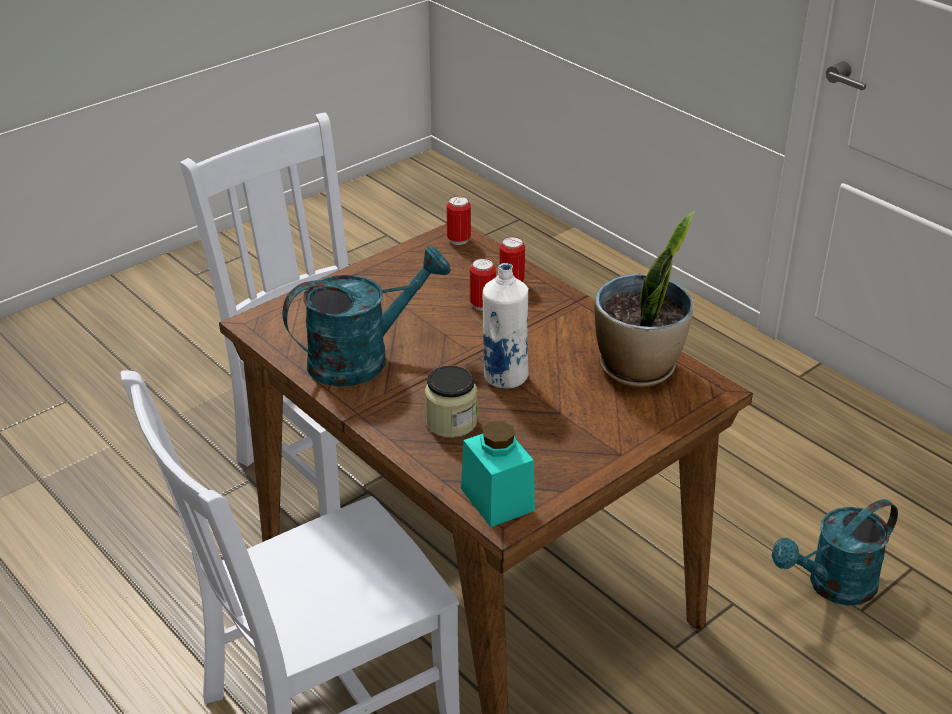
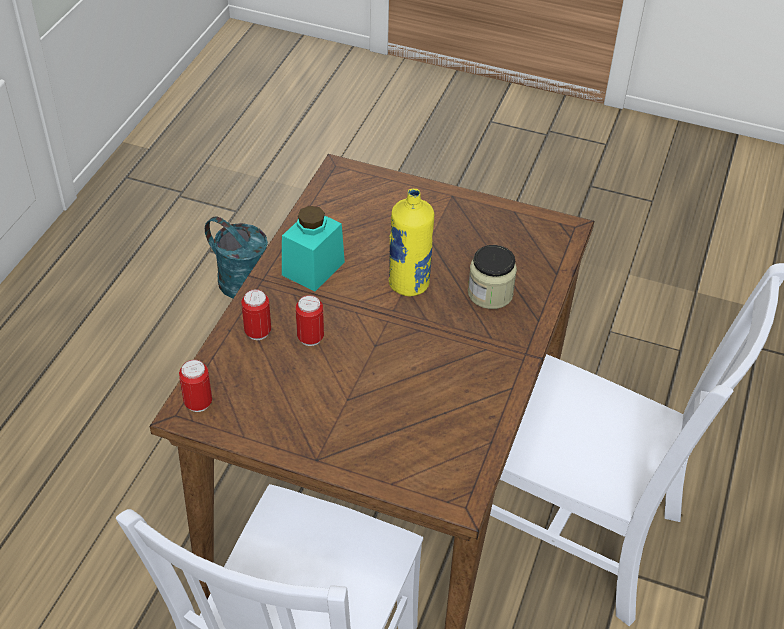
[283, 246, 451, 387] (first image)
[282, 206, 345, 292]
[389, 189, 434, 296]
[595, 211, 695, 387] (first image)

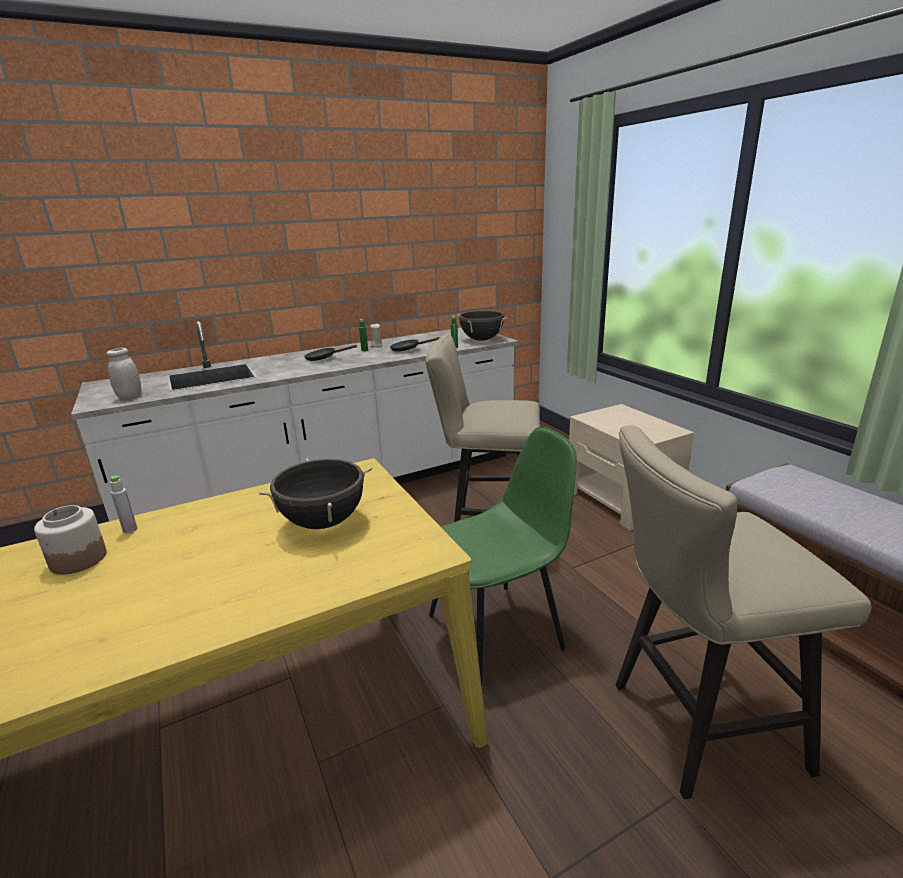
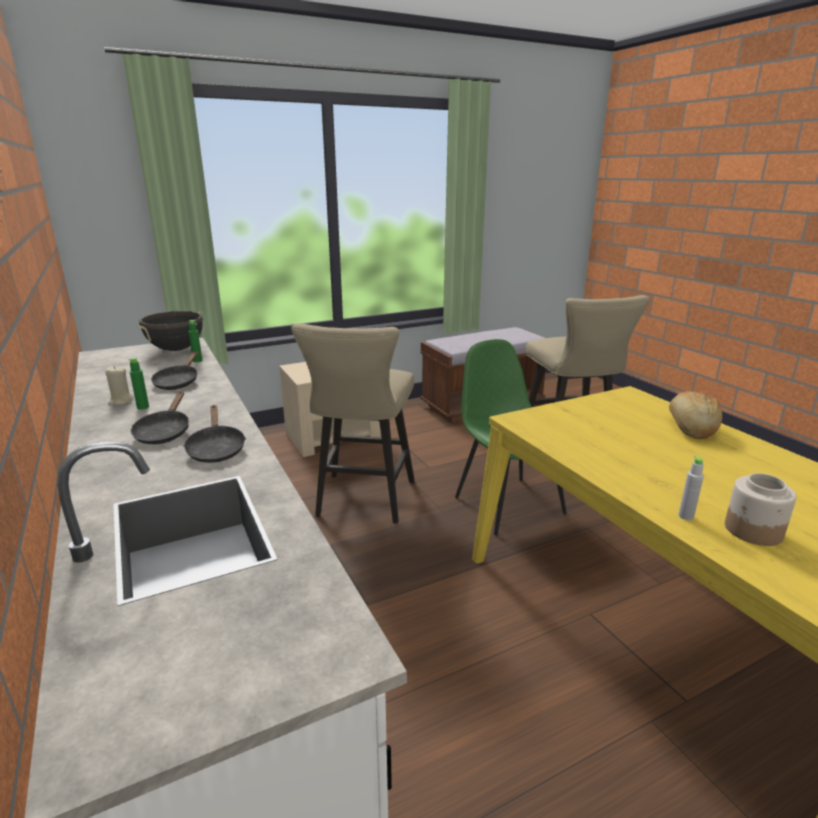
[106, 348, 141, 400] (first image)
[258, 458, 373, 529] (first image)
[183, 405, 246, 463]
[669, 391, 722, 439]

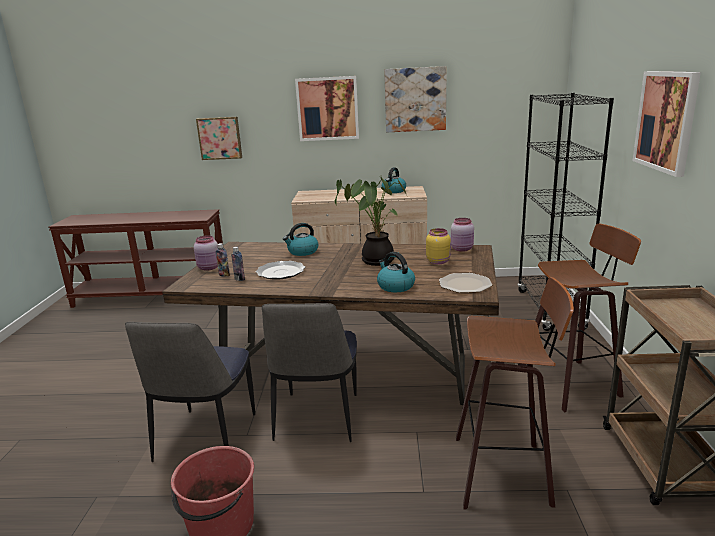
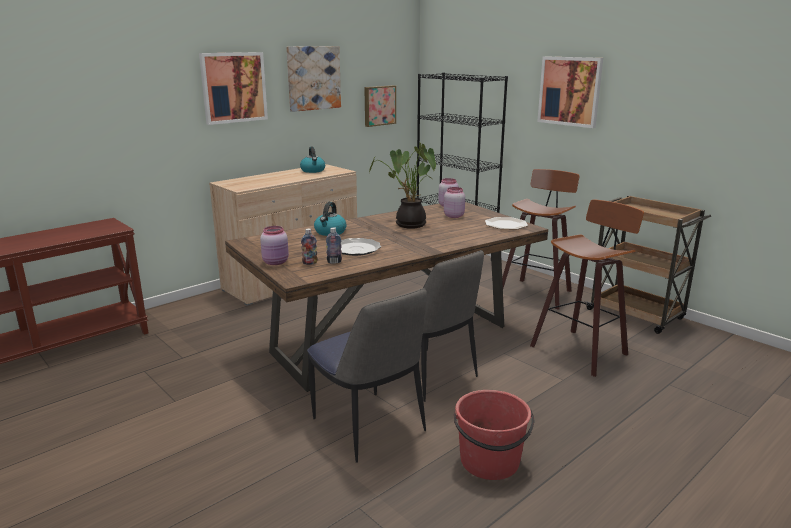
[364, 85, 396, 127]
[377, 252, 415, 292] (first image)
[444, 187, 465, 218]

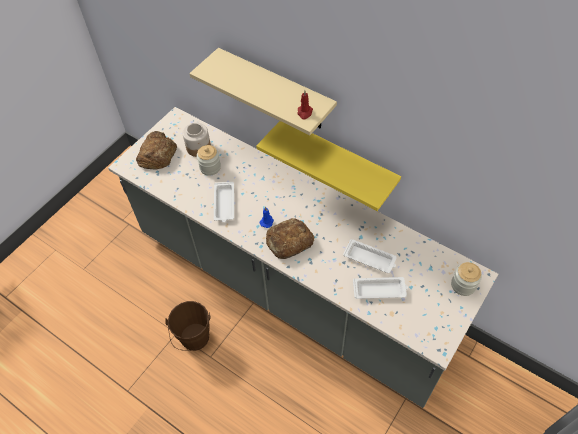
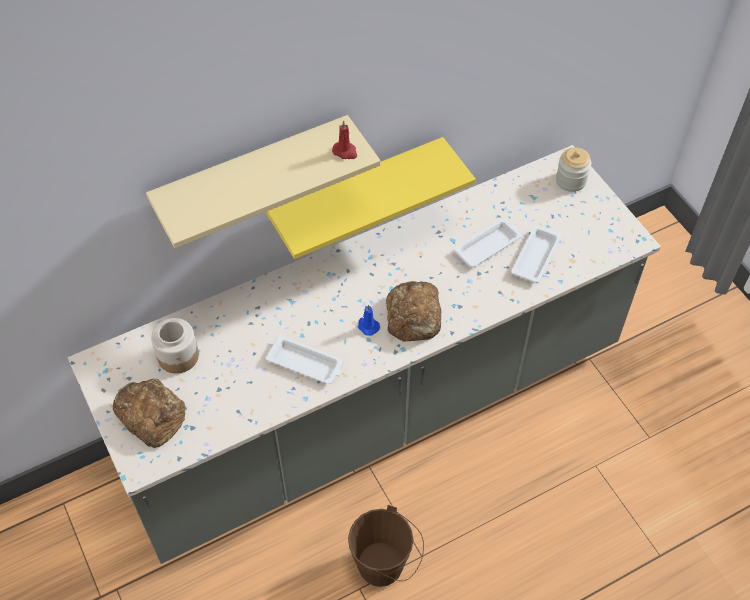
[197, 145, 221, 176] (first image)

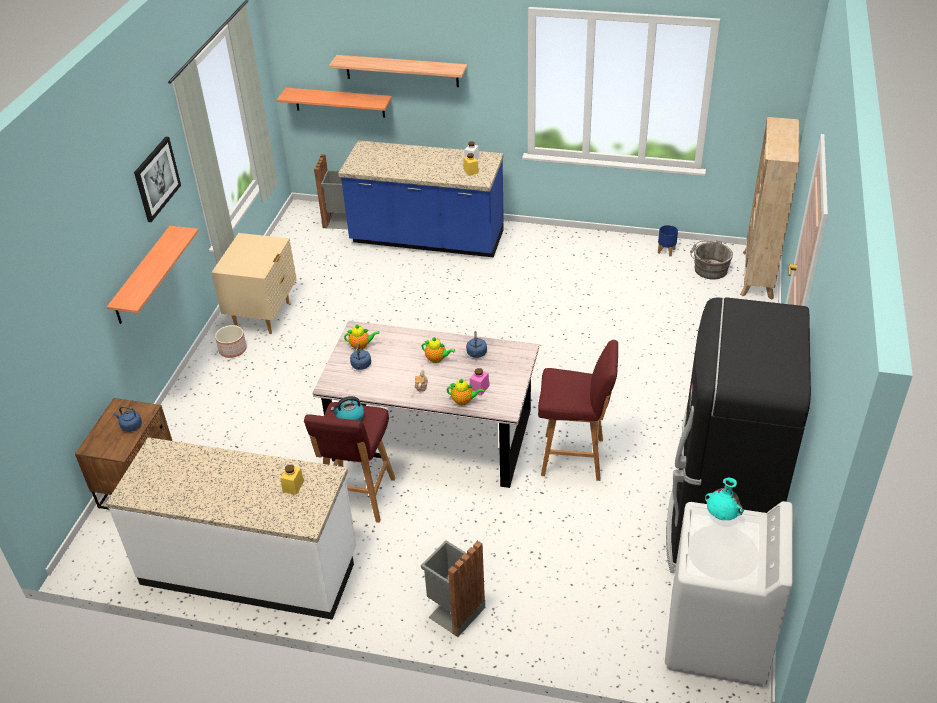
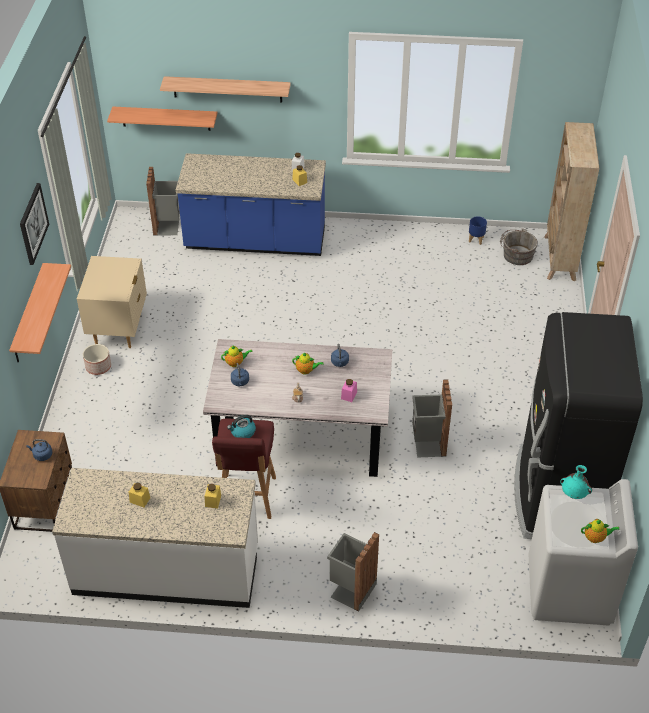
[581, 519, 620, 543]
[412, 379, 452, 457]
[129, 483, 150, 507]

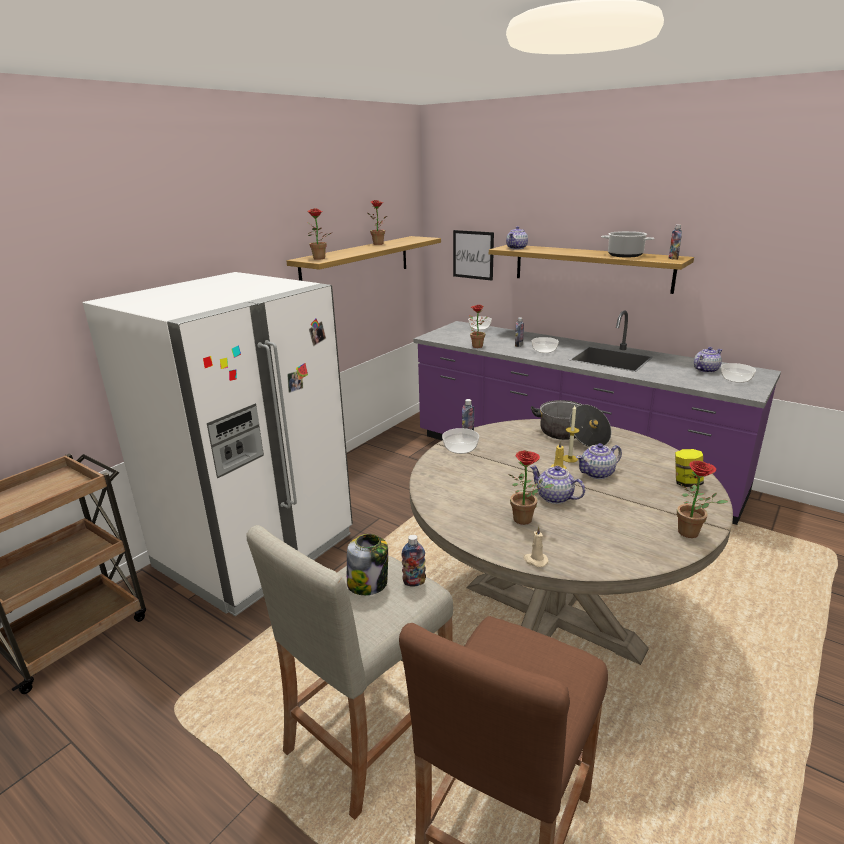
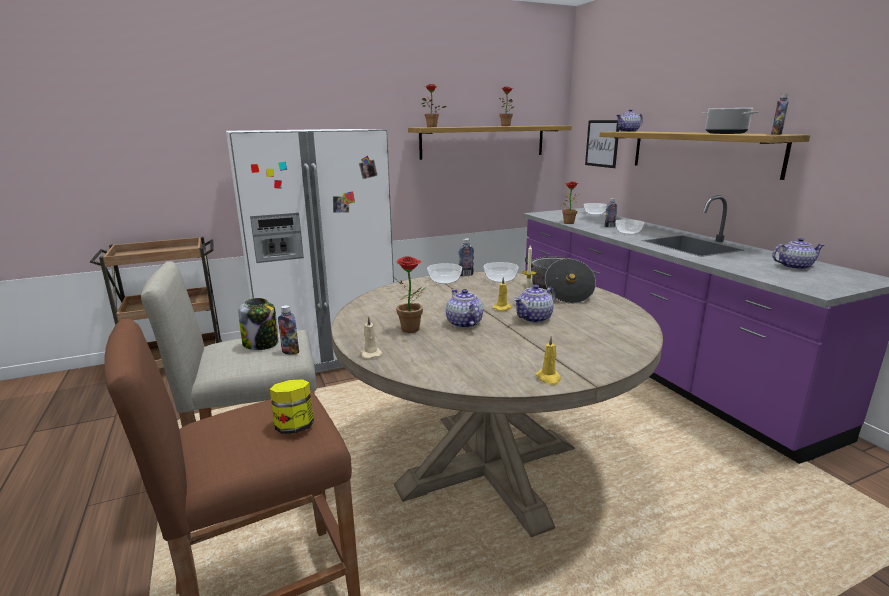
[514, 285, 556, 323]
[270, 379, 314, 434]
[536, 336, 561, 385]
[484, 262, 519, 283]

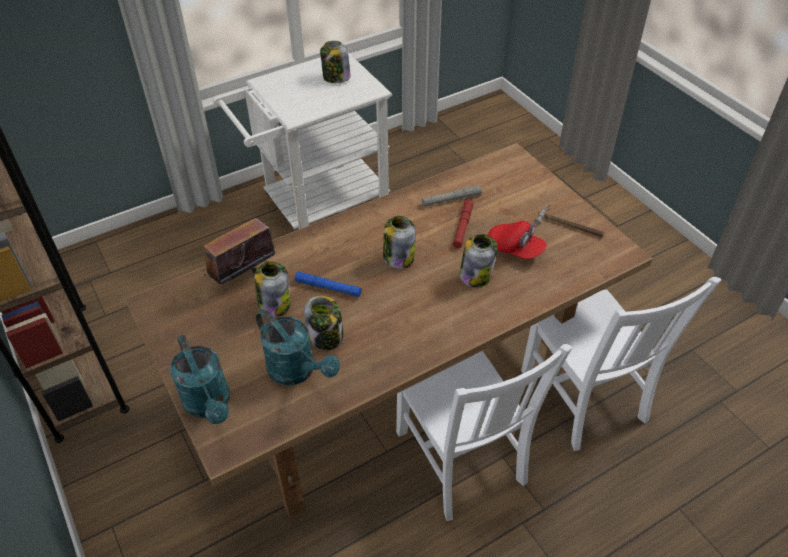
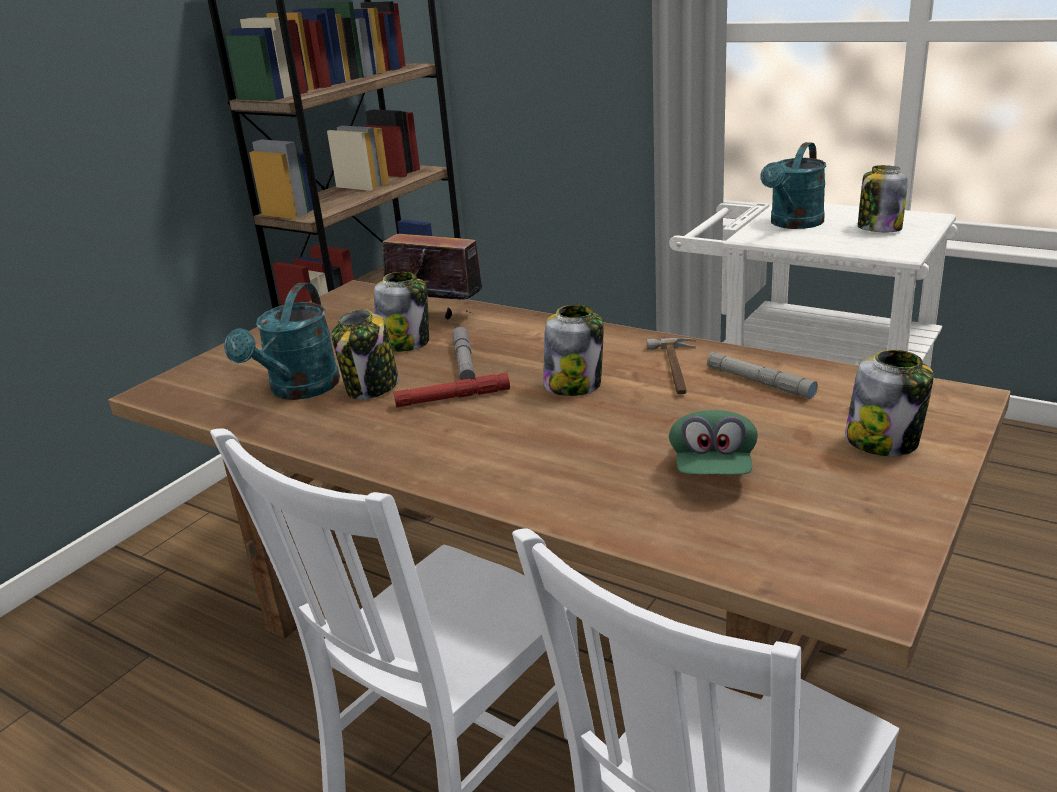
[761, 142, 826, 229]
[452, 327, 475, 380]
[394, 372, 510, 408]
[845, 350, 934, 456]
[669, 410, 758, 475]
[647, 338, 696, 394]

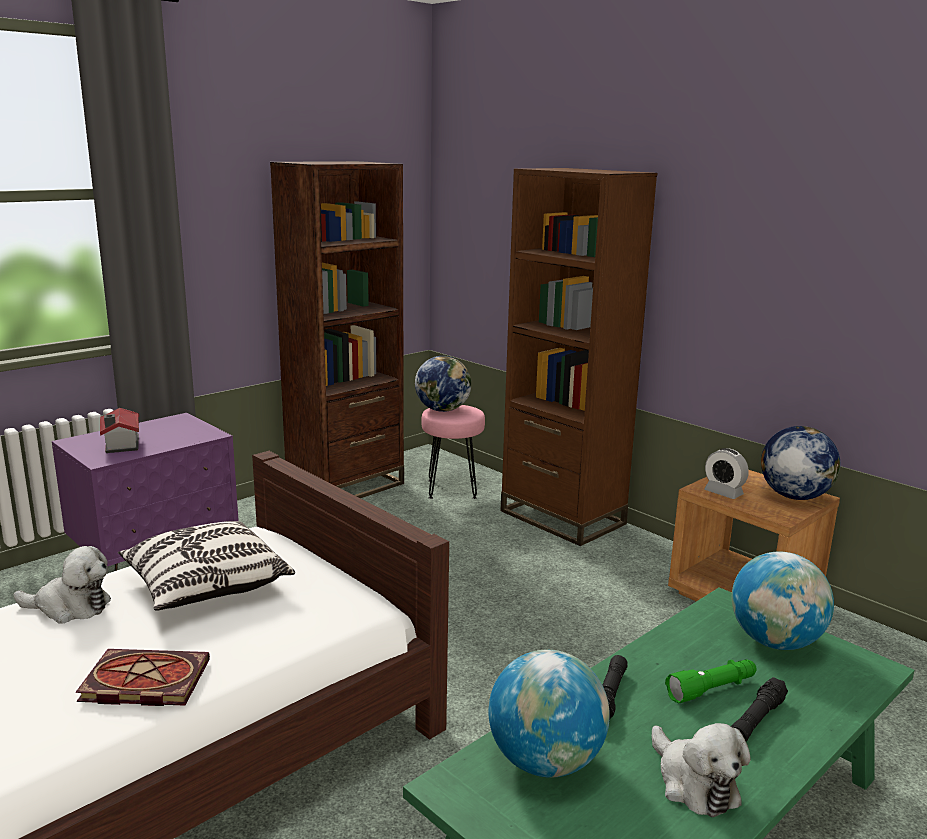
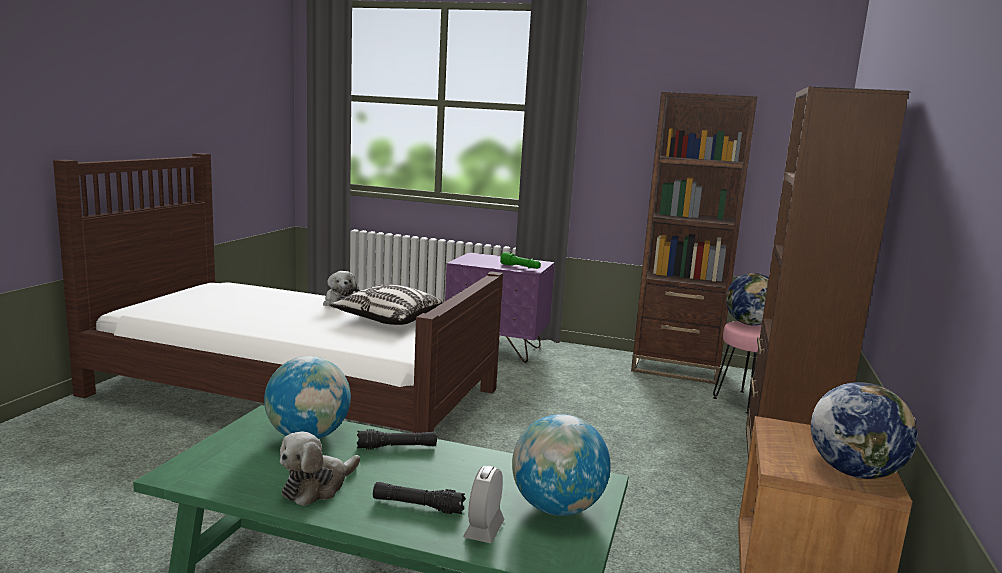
[76, 649, 210, 706] (first image)
[100, 408, 139, 453] (first image)
[500, 252, 541, 269]
[463, 466, 504, 543]

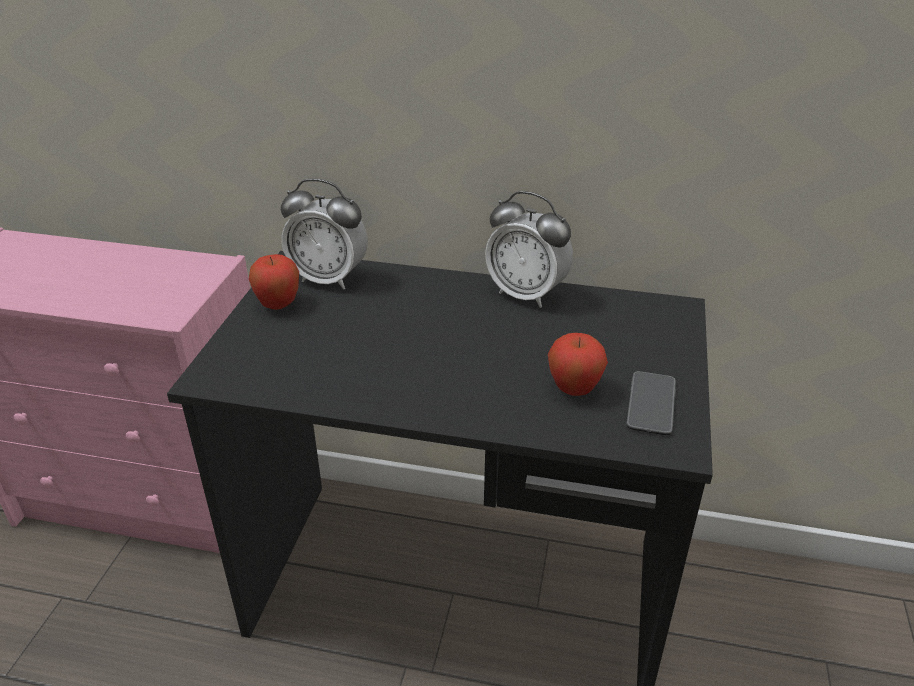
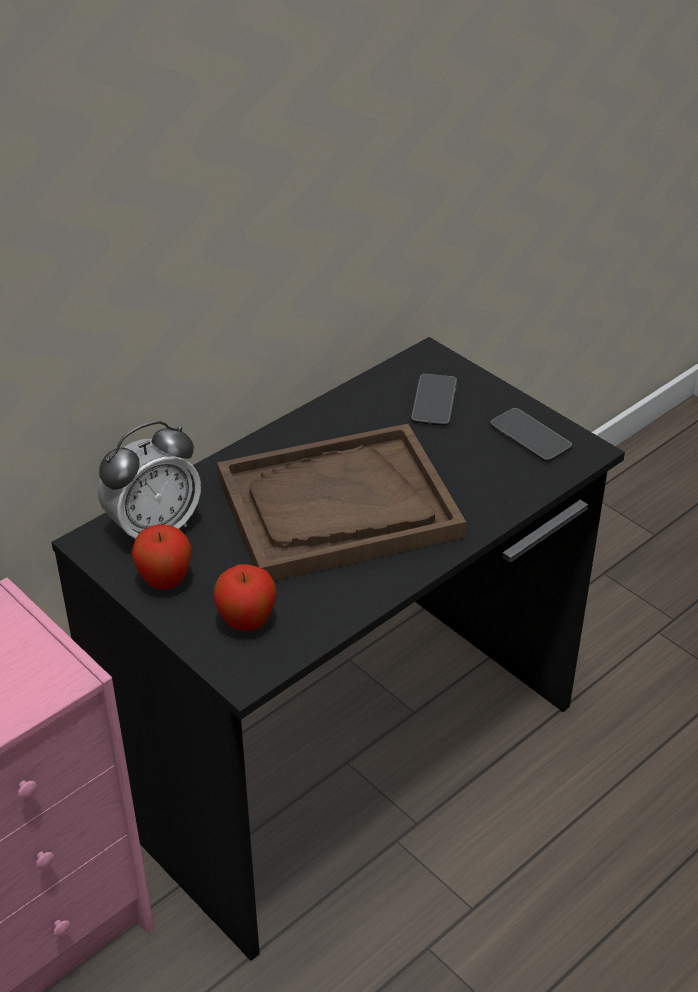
[485, 191, 573, 308] (first image)
[214, 564, 277, 631]
[217, 424, 466, 581]
[411, 374, 457, 426]

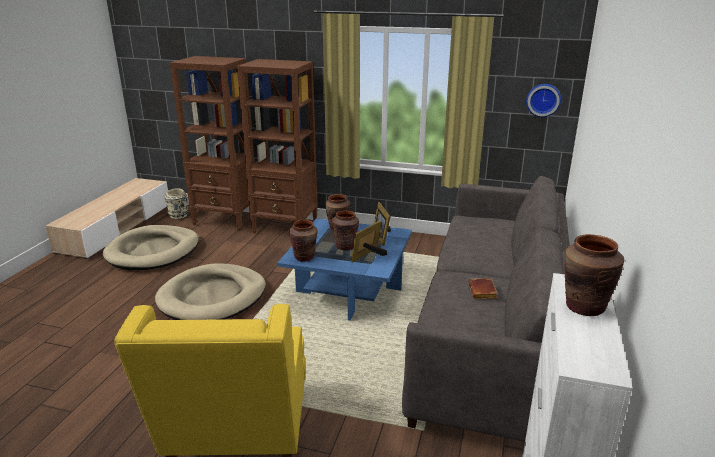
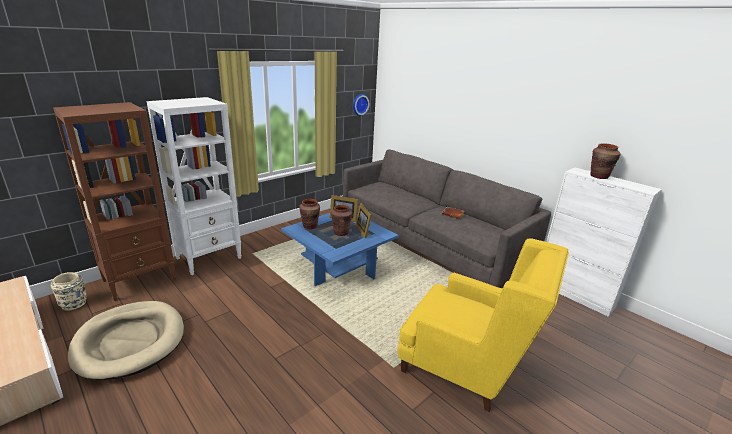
[155, 263, 266, 320] (first image)
[147, 97, 242, 275]
[289, 220, 317, 262] (first image)

